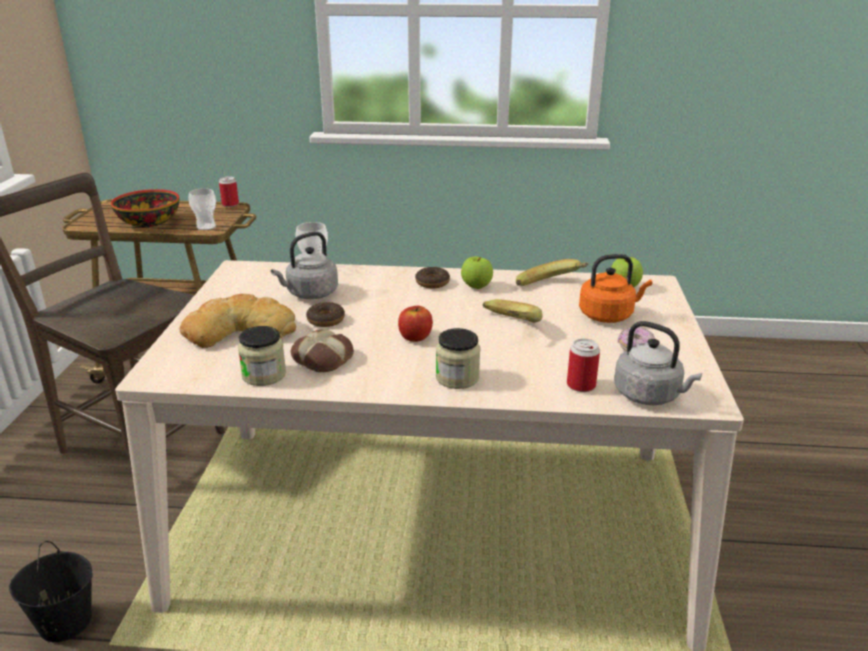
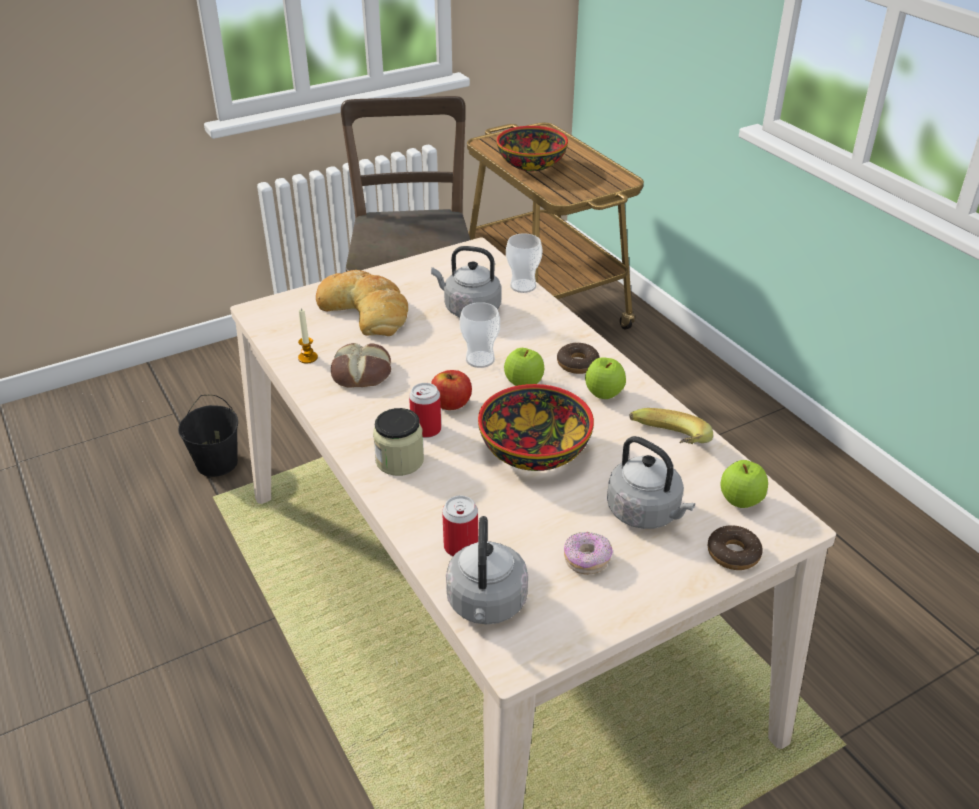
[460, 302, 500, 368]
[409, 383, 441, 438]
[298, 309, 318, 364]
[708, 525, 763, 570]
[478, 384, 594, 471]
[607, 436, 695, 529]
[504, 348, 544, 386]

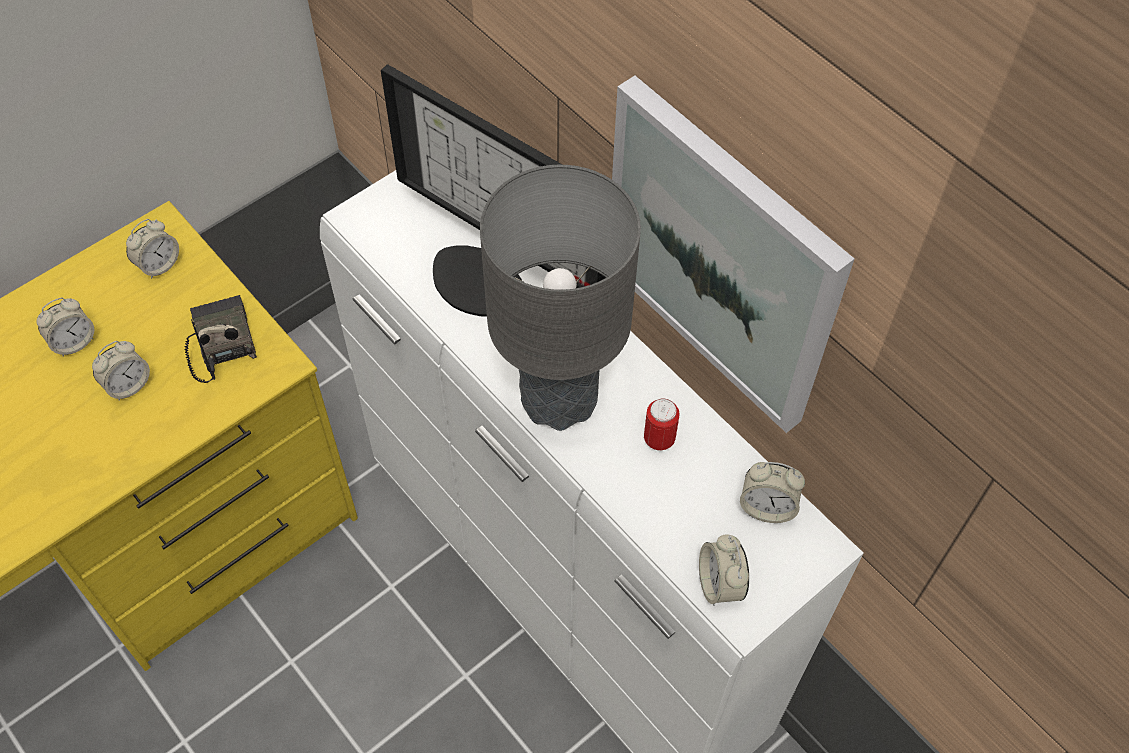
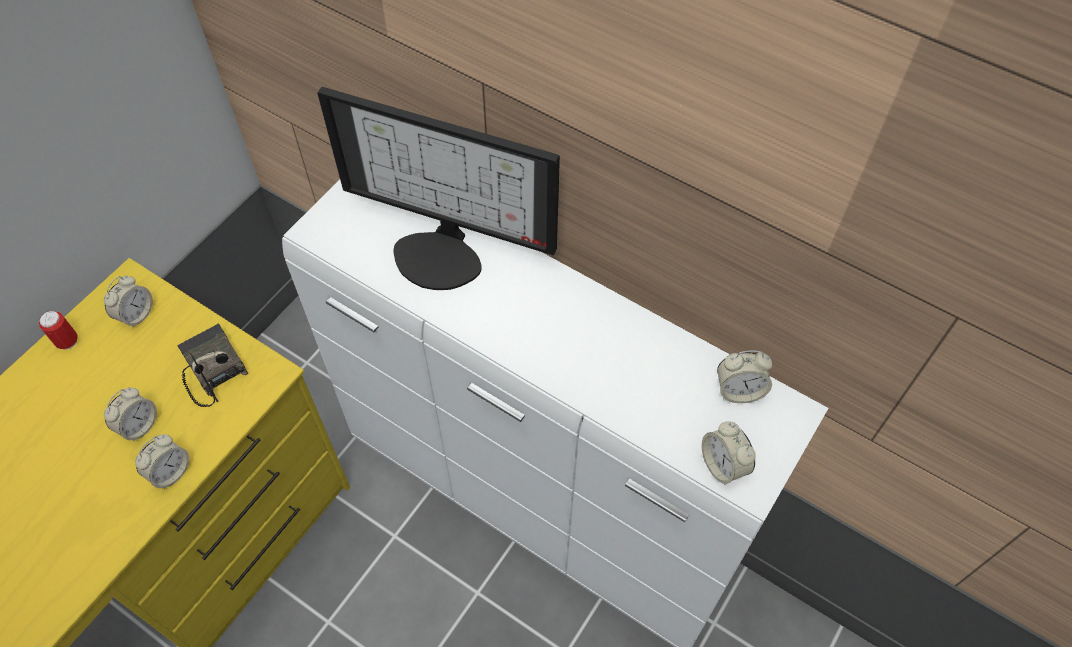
[135, 434, 189, 489]
[480, 165, 641, 431] (first image)
[612, 76, 855, 433] (first image)
[39, 311, 78, 349]

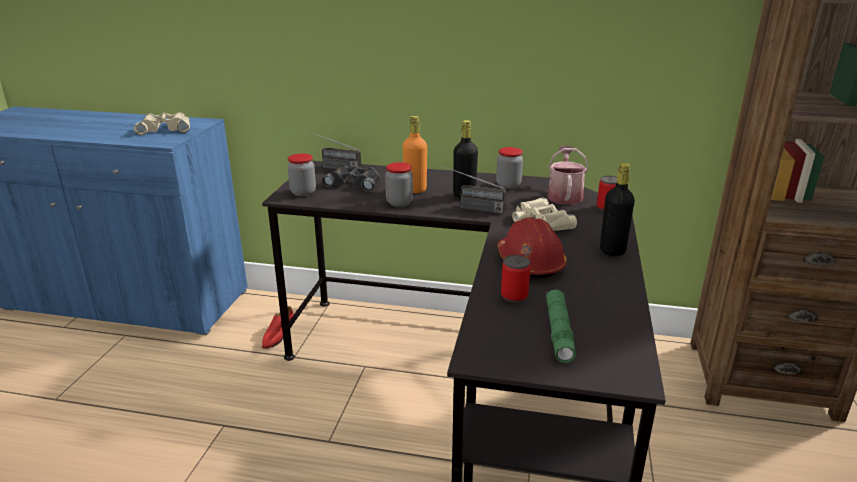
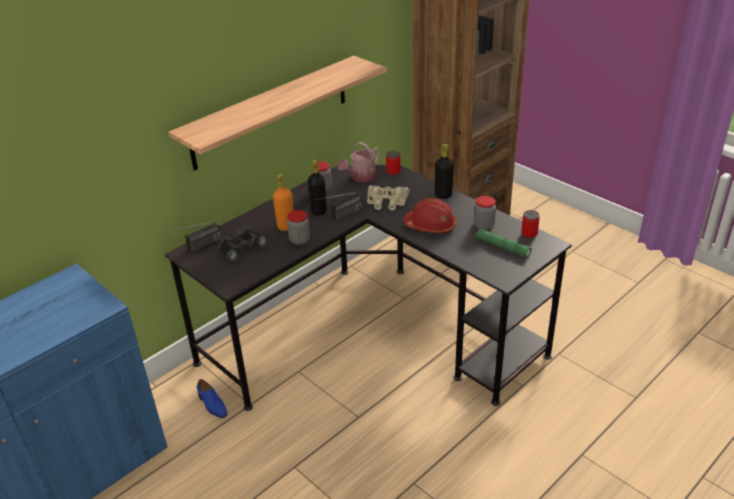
[134, 112, 190, 135] (first image)
[197, 379, 227, 418]
[474, 196, 496, 230]
[521, 210, 540, 239]
[337, 142, 380, 182]
[168, 56, 386, 171]

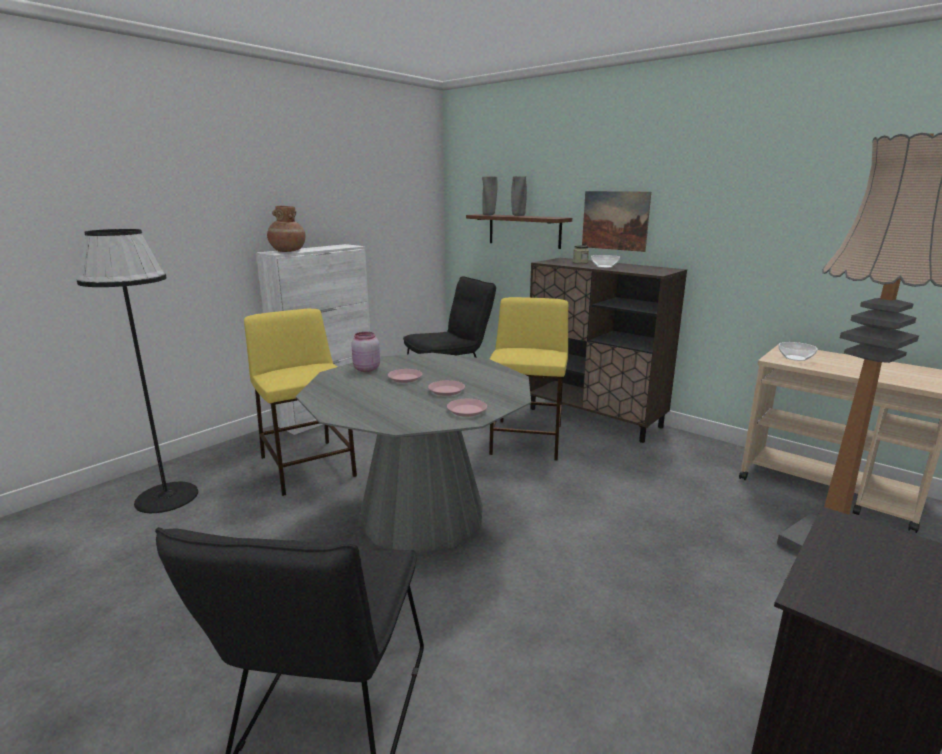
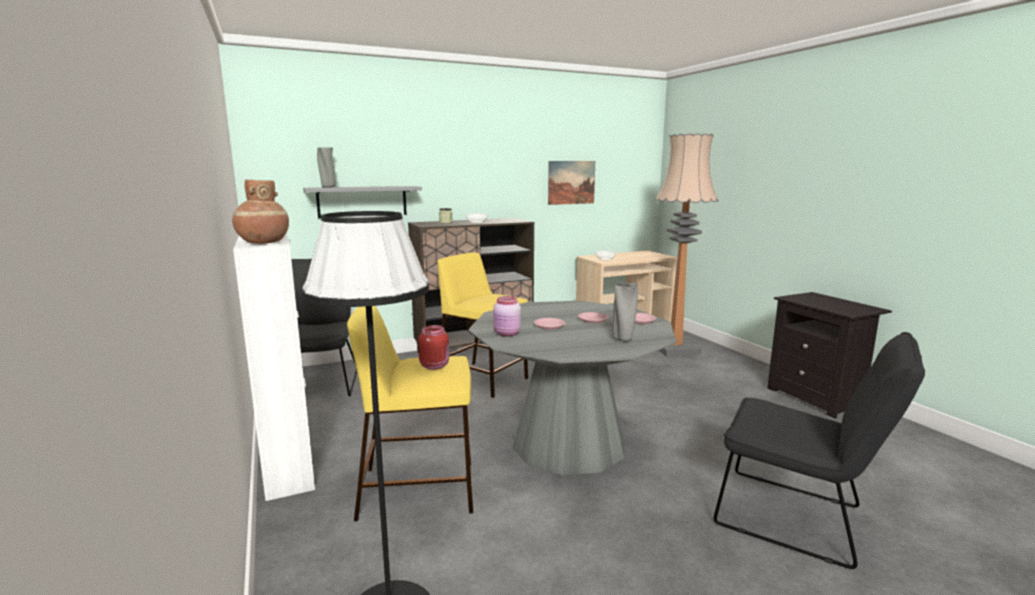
[303, 186, 422, 218]
[612, 282, 638, 342]
[548, 161, 595, 205]
[418, 325, 449, 370]

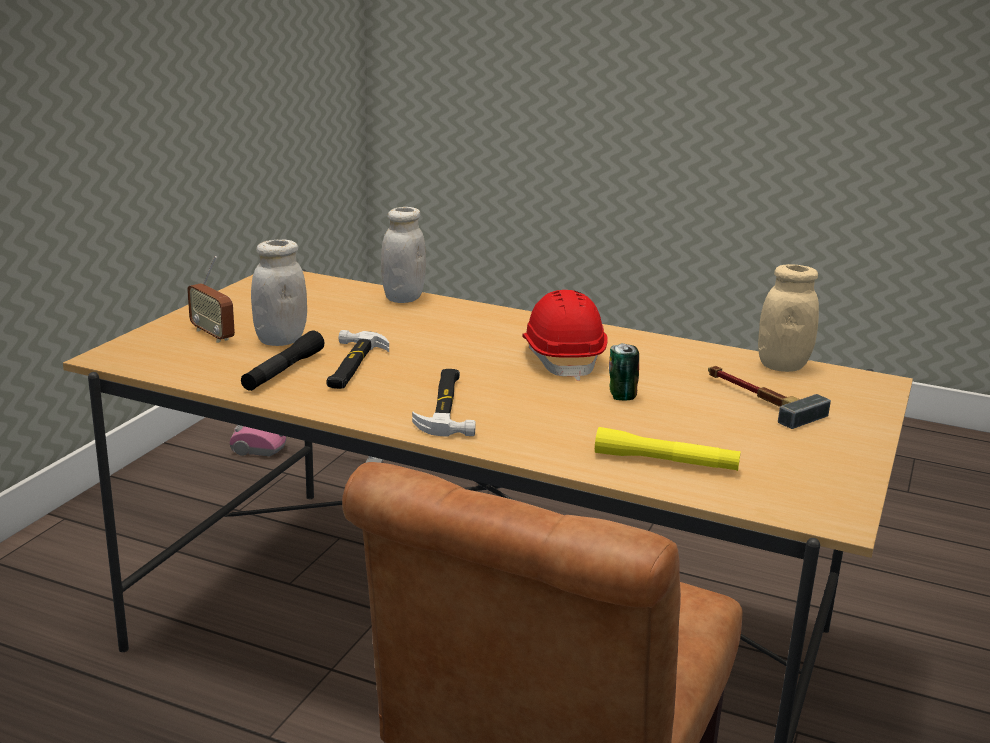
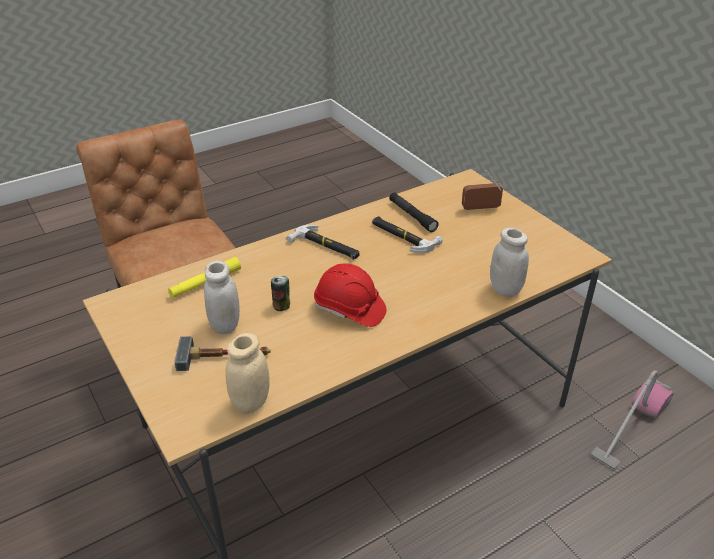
[204, 261, 240, 334]

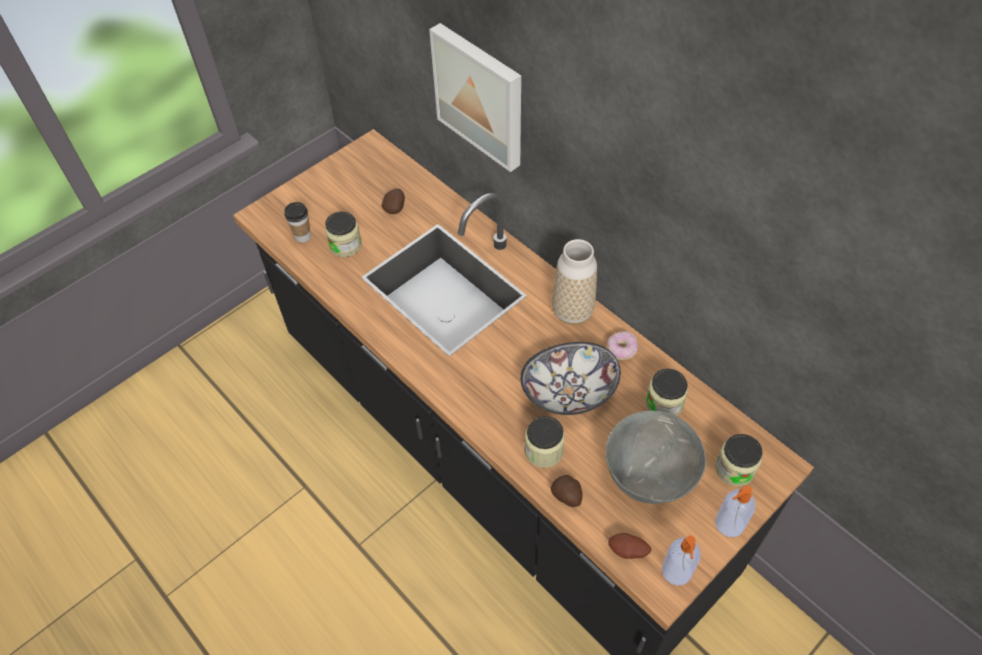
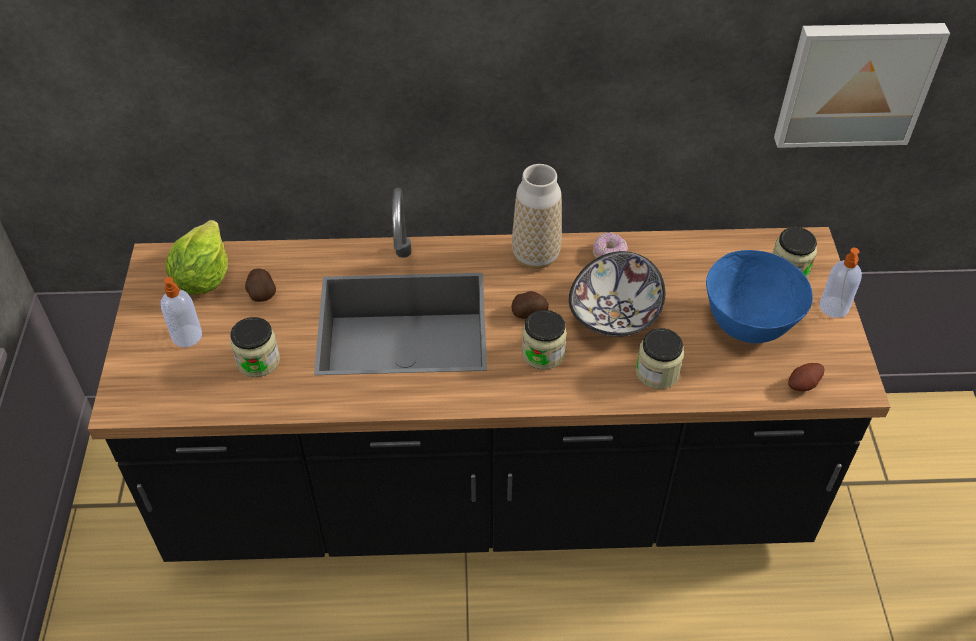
[284, 202, 311, 242] (first image)
[774, 23, 950, 148]
[512, 291, 549, 319]
[706, 250, 813, 343]
[522, 310, 567, 370]
[161, 277, 202, 348]
[165, 220, 228, 294]

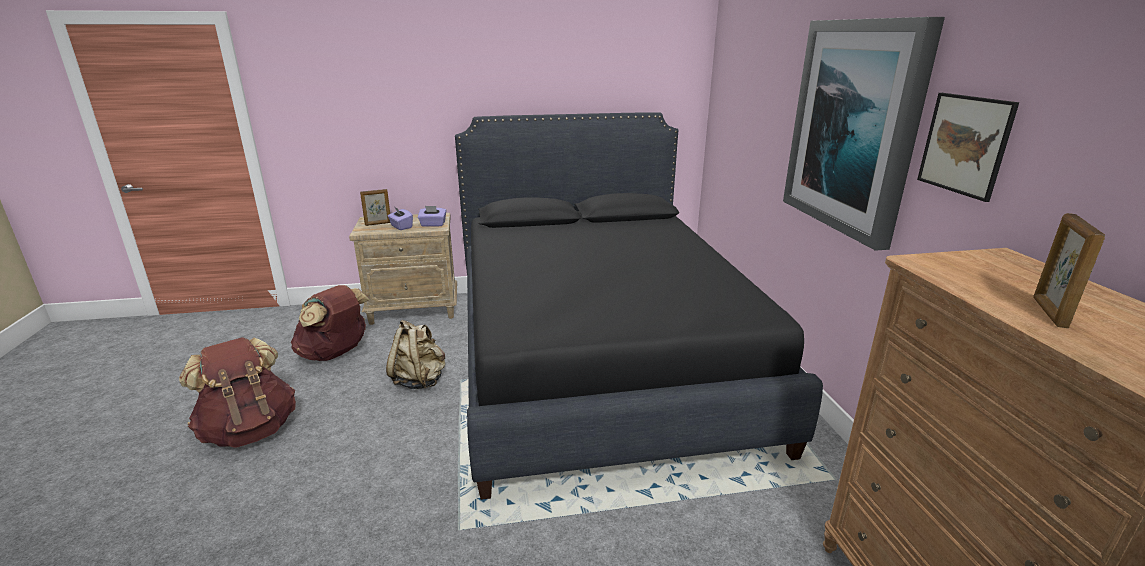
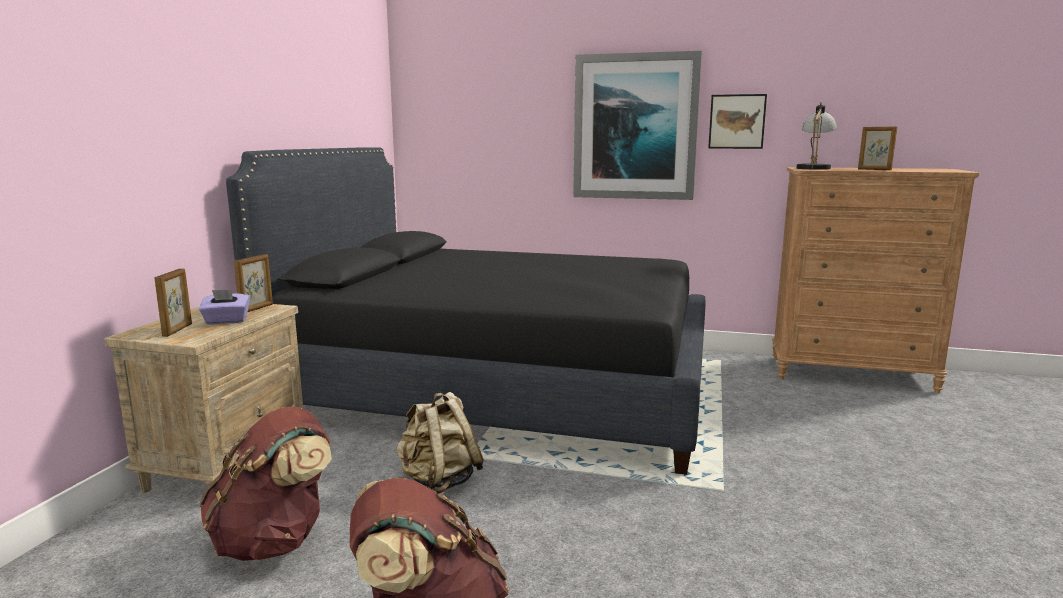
[234, 254, 273, 312]
[796, 102, 837, 170]

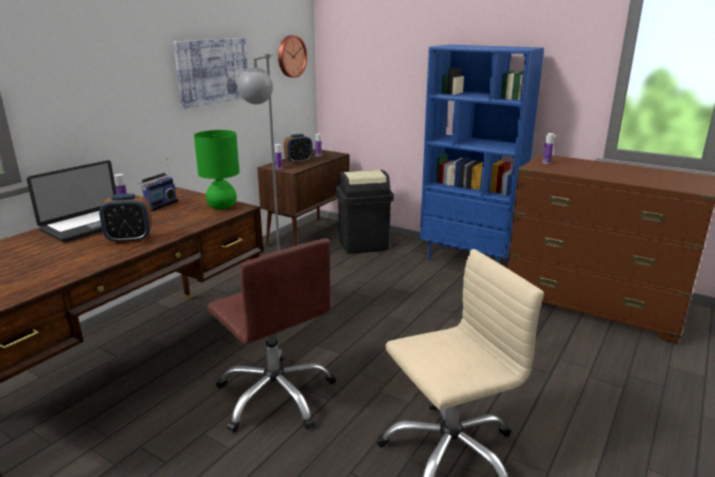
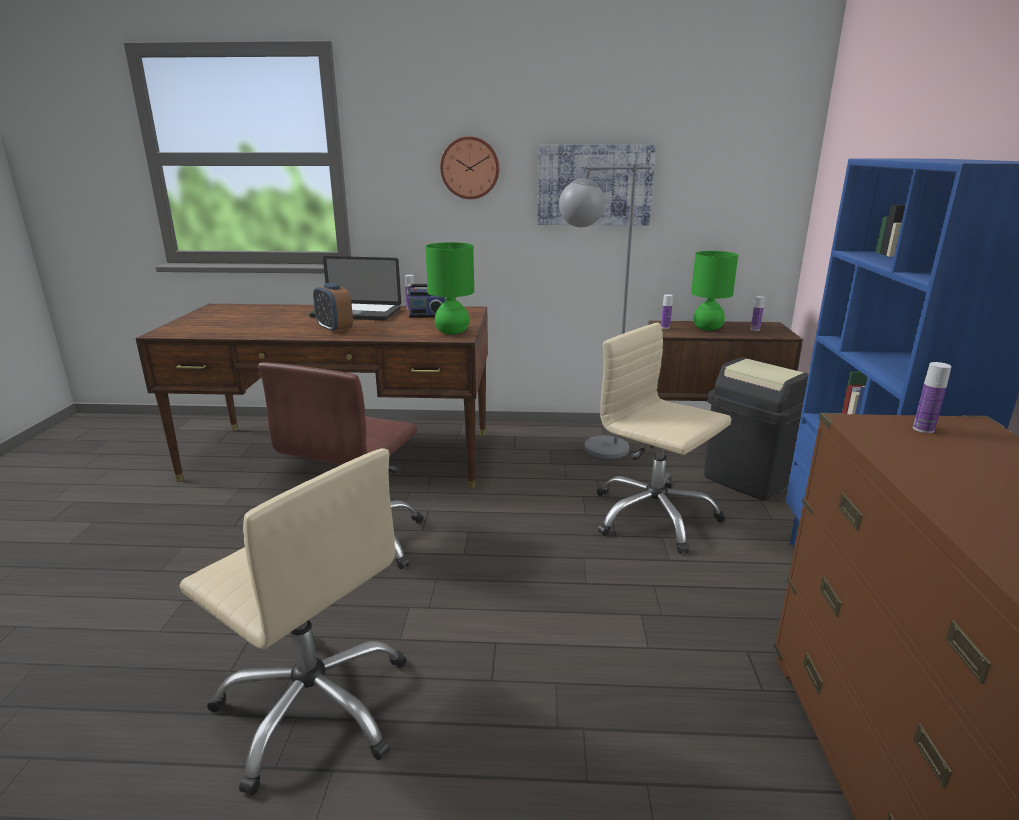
[440, 136, 499, 199]
[691, 251, 738, 331]
[597, 323, 731, 554]

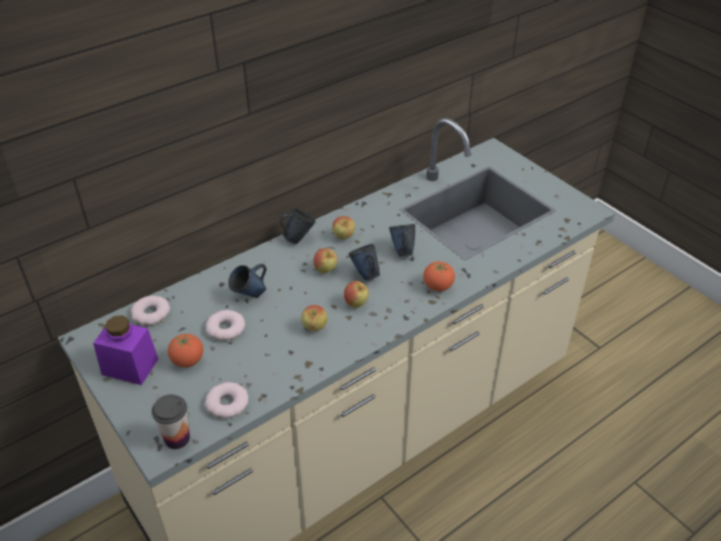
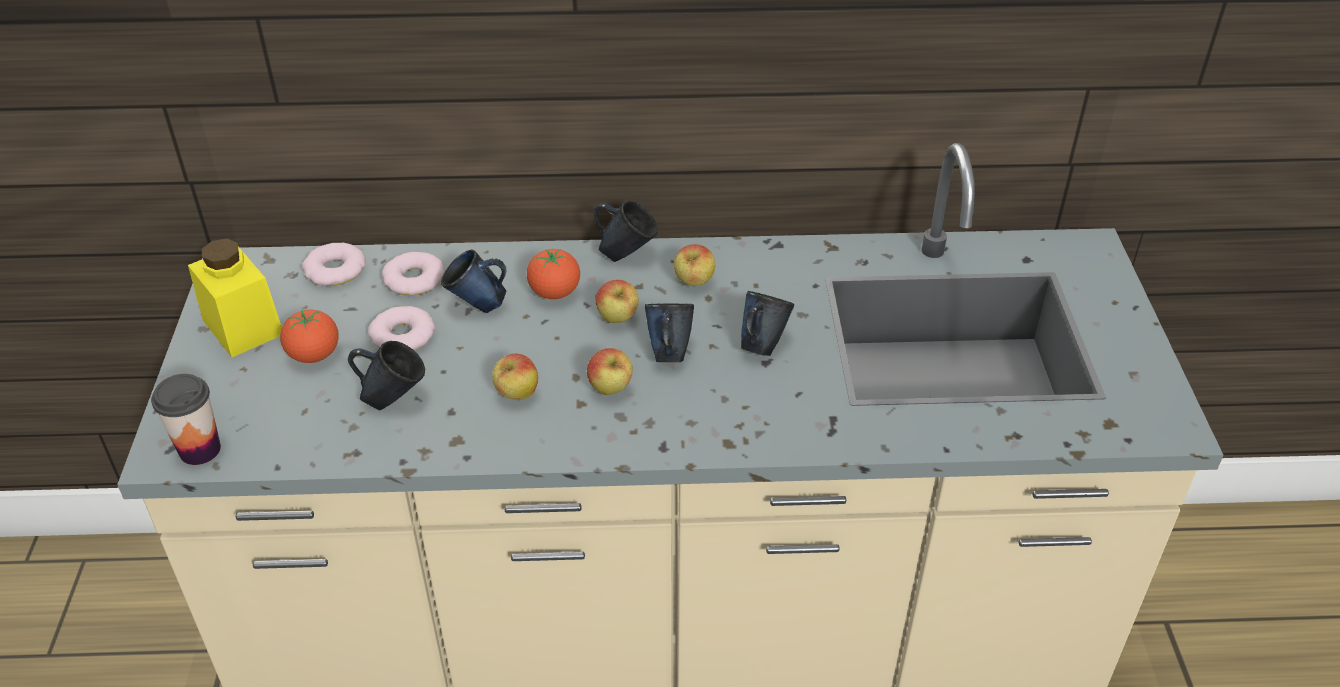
[188, 239, 282, 357]
[382, 252, 444, 296]
[527, 249, 580, 299]
[348, 341, 425, 410]

